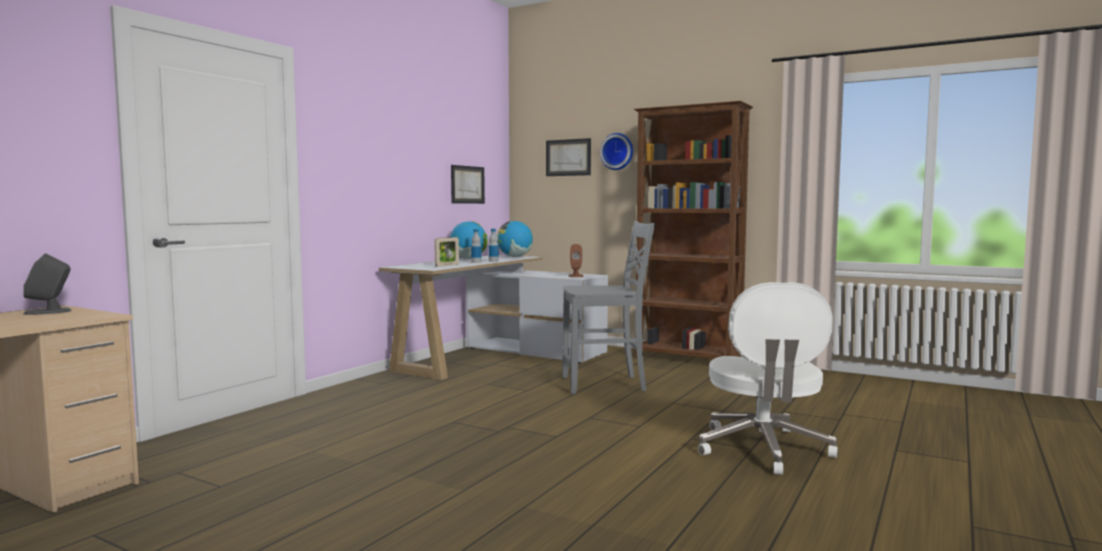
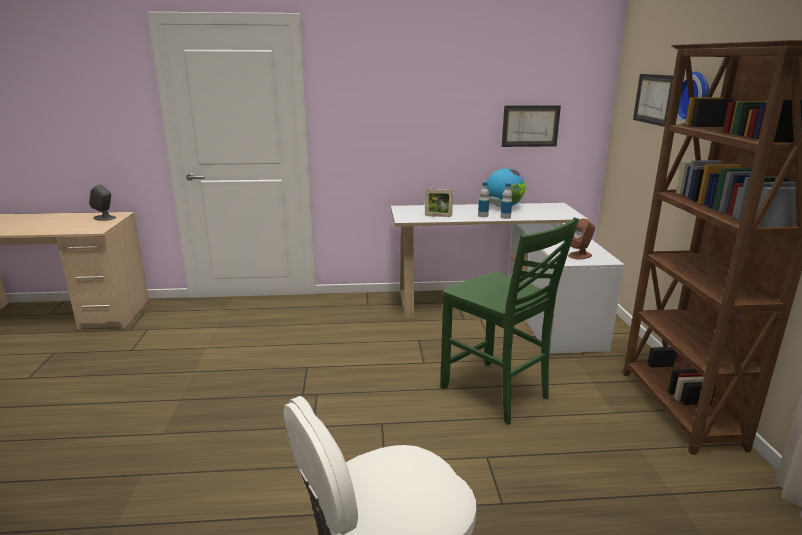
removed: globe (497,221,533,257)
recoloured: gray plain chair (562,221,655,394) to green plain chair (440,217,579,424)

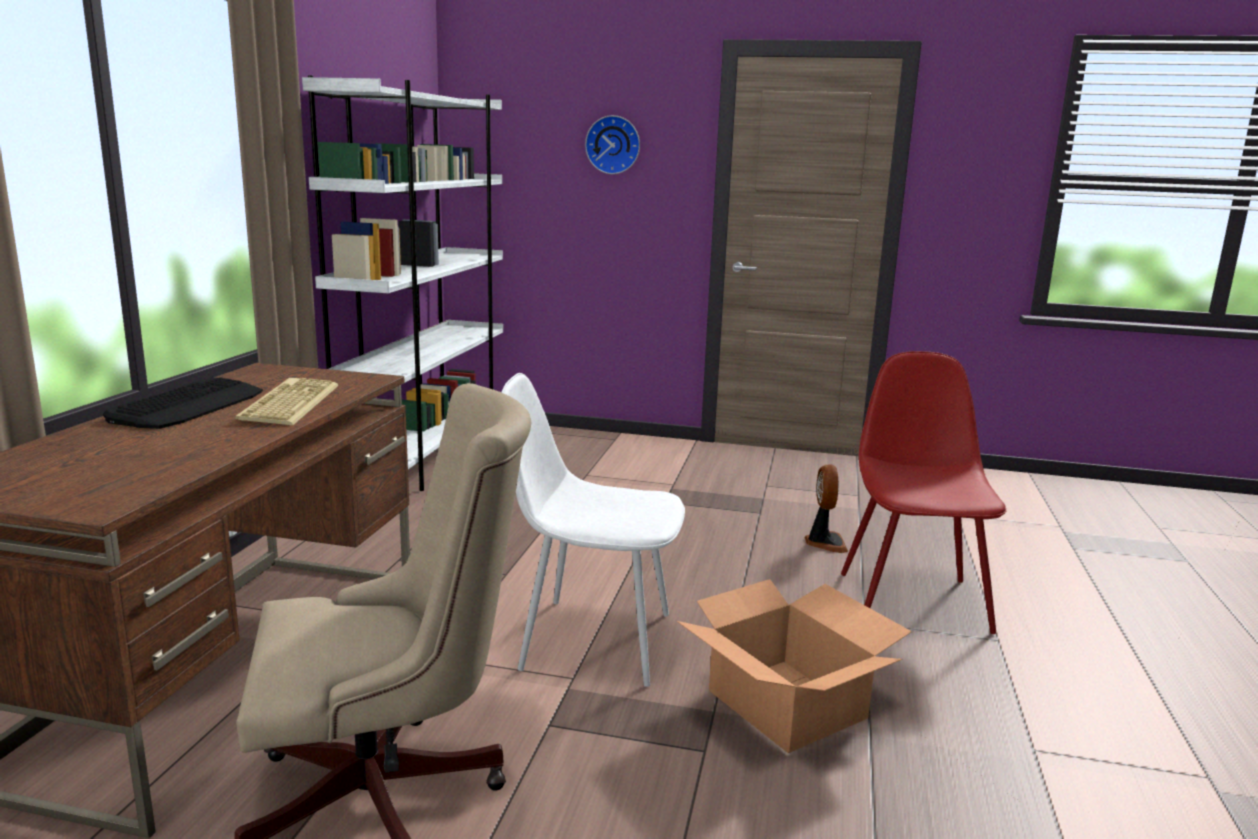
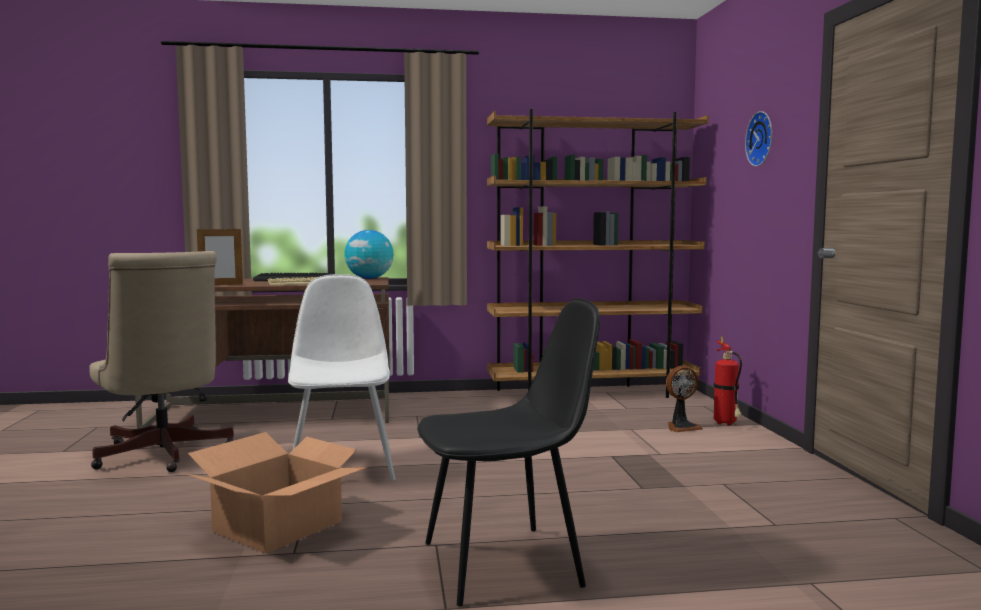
added: standing frame (197,227,243,285); globe (344,230,393,279); fire-fighting cylinder (714,336,742,425)
moved: fan (804,464,848,553) to (666,366,703,432)
recoloured: white-coloured shelving unit (302,76,503,491) to brownish shelving unit (487,109,709,398); red plain chair (841,351,1006,634) to black-coloured plain chair (417,298,600,606)

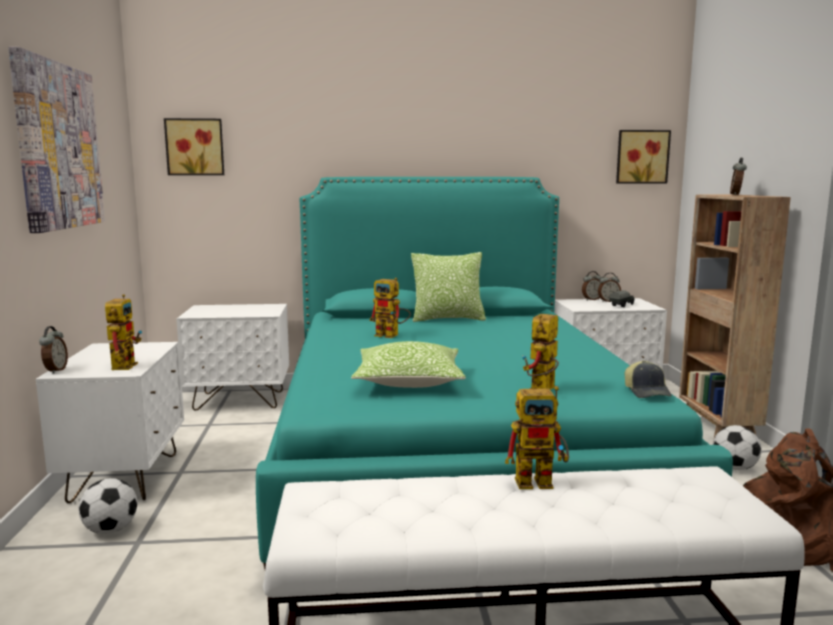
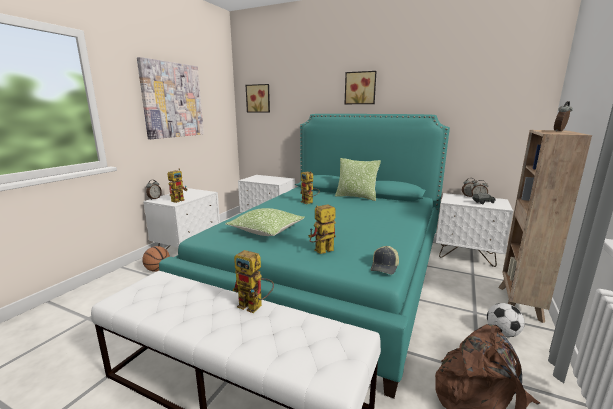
moved: picture (616,130,671,183) to (345,71,376,104)
replaced: ball for football (78,478,137,534) to basketball ball (142,246,170,272)

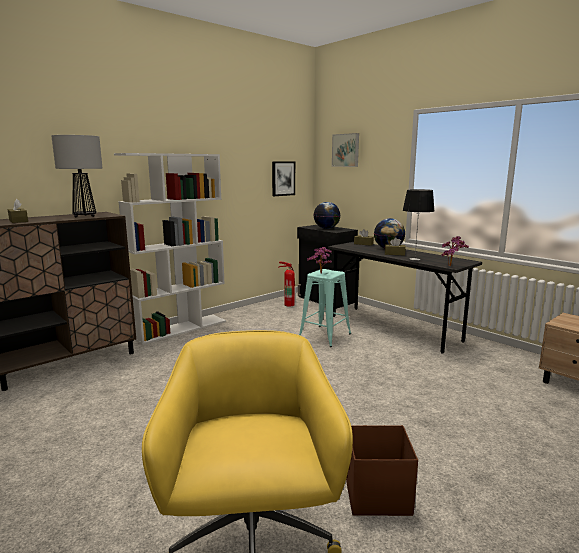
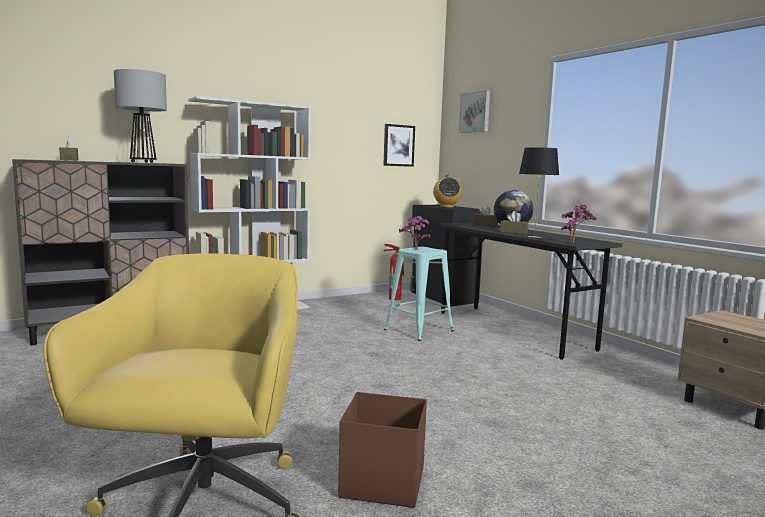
replaced: globe (314,202,340,229) to radio (433,174,462,208)

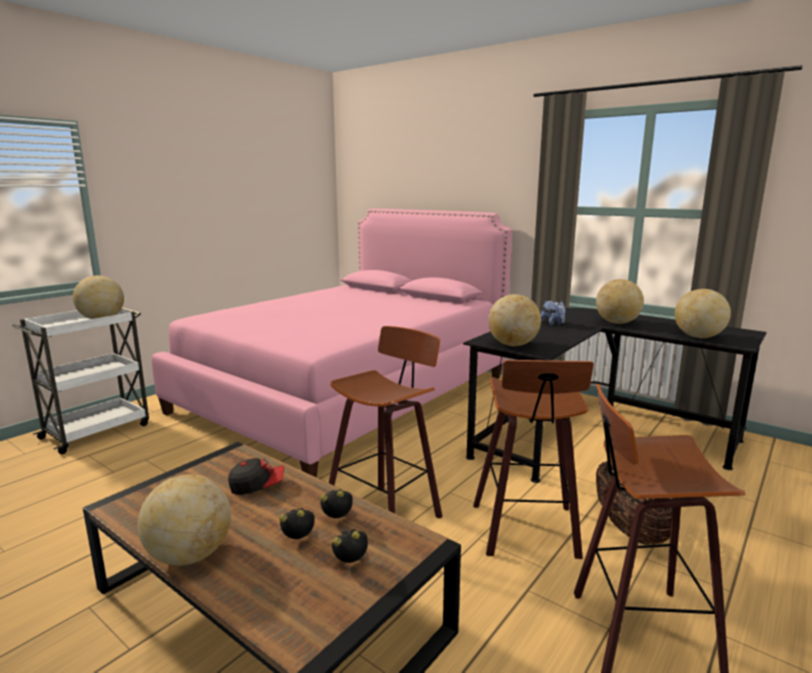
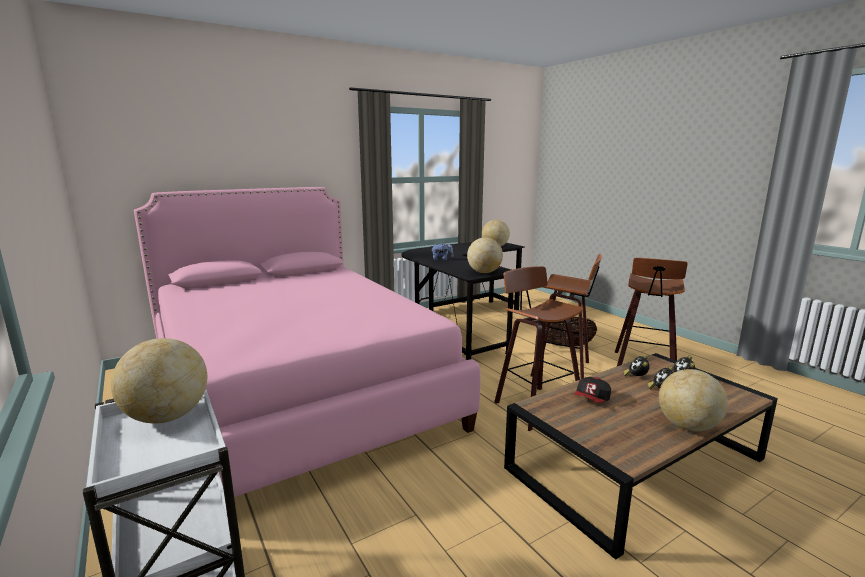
removed: globe (596,279,644,324)
turned: cap (228,458,284,495) = (574,377,611,403) 150 degrees counterclockwise

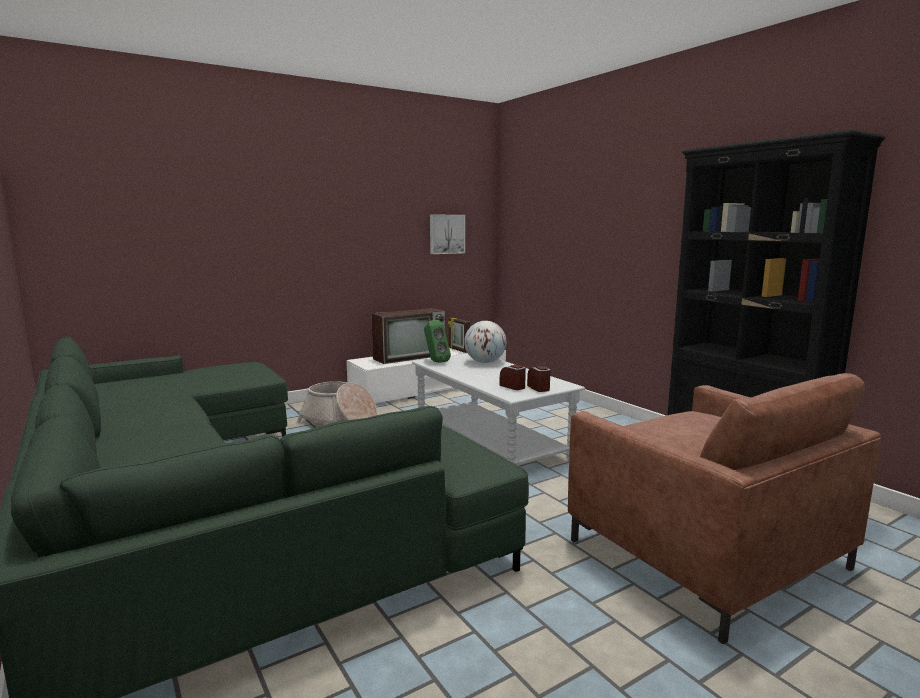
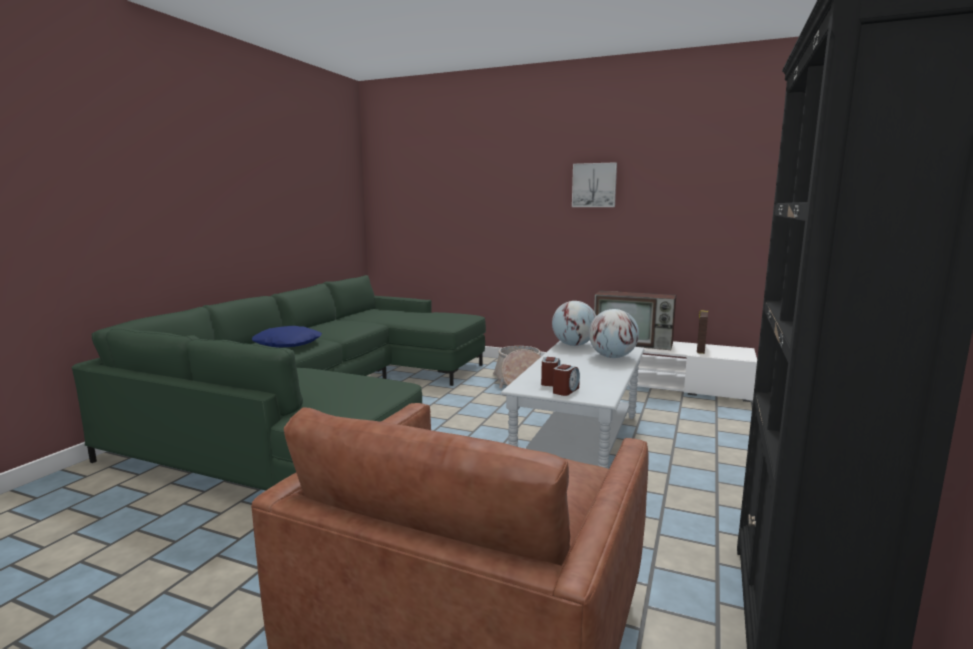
added: blue-coloured cushion (252,326,322,348)
moved: picture (430,215,465,254) to (572,162,617,207)
replaced: green speaker (424,320,451,363) to globe (552,301,596,346)

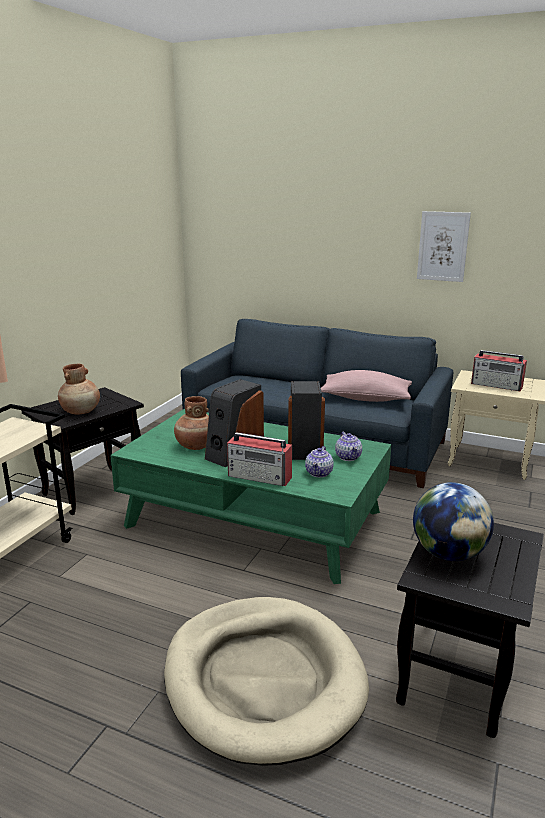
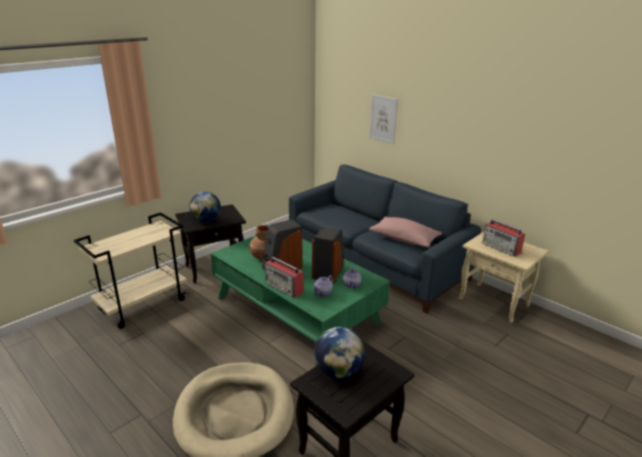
moved: picture (417,211,471,282) to (369,94,398,144)
replaced: brownish flower vase (58,364,100,414) to globe (189,192,221,223)

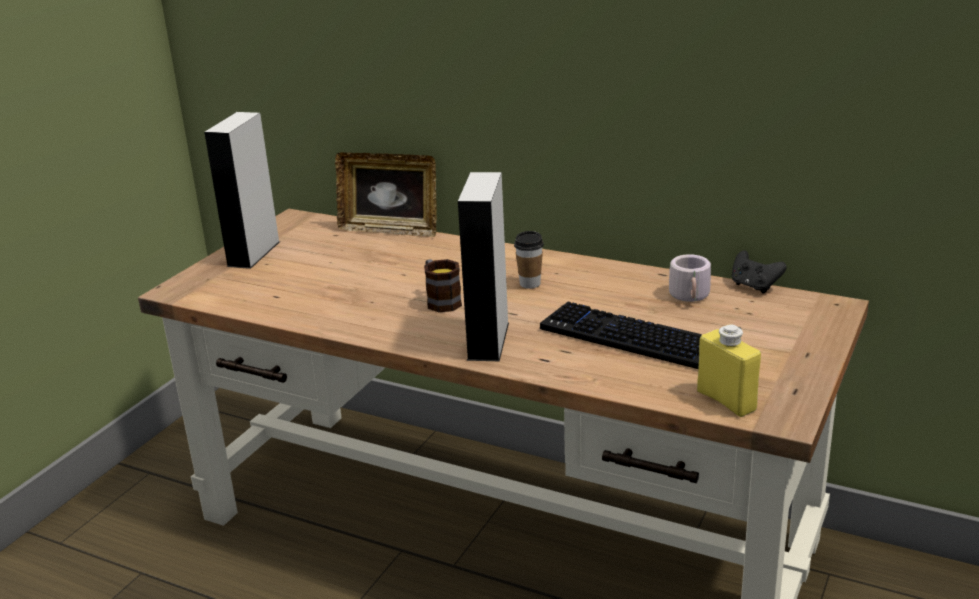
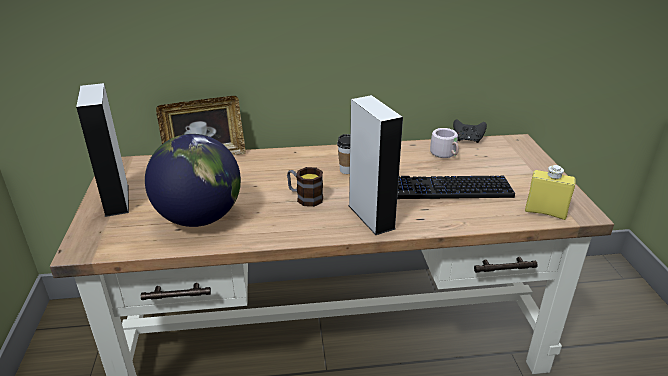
added: globe (145,134,241,227)

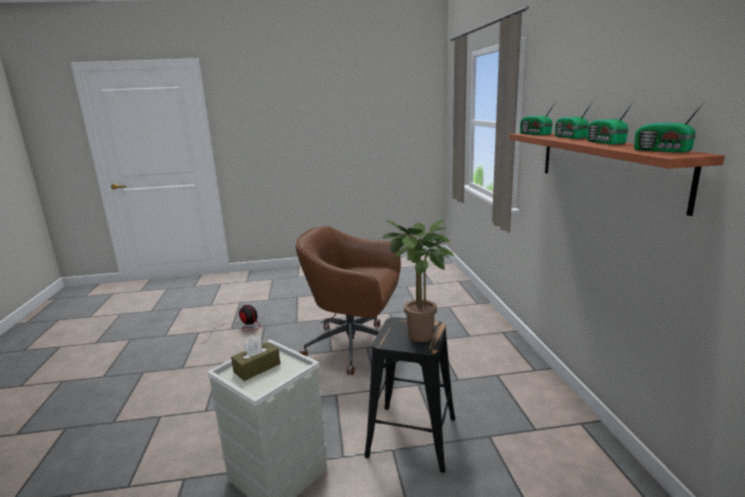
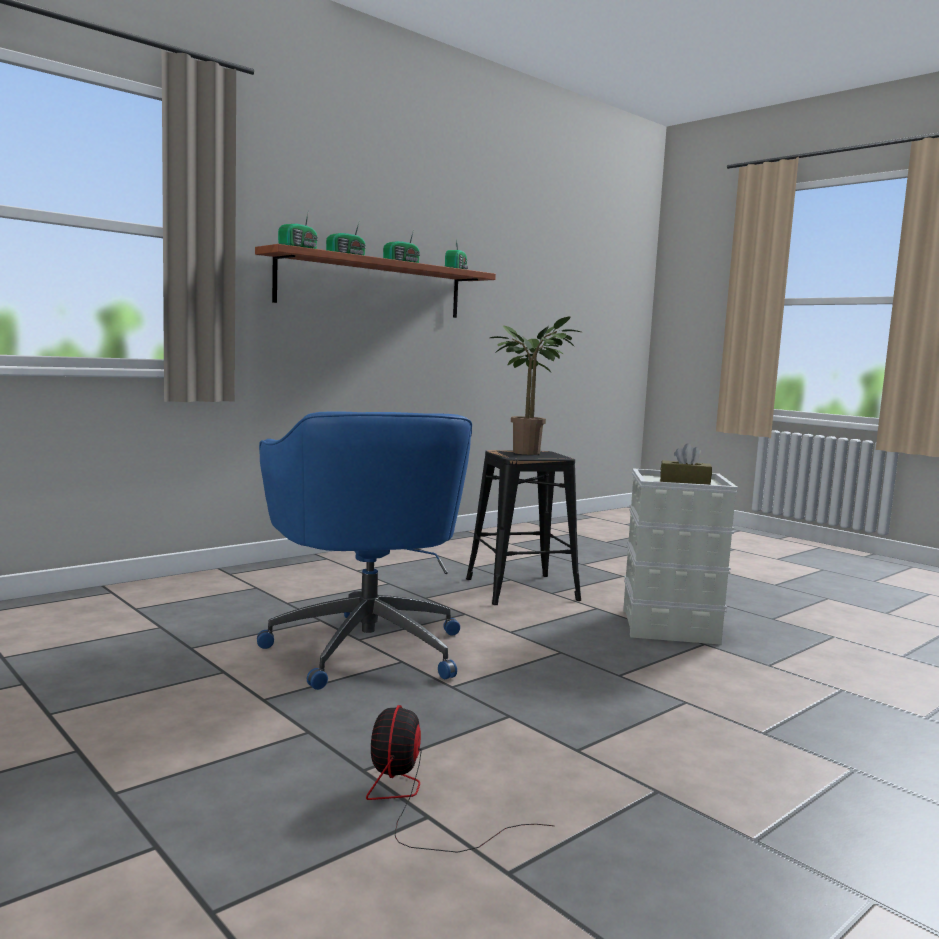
recoloured: brownish computer chair (296,226,401,375) to blue-coloured computer chair (257,412,472,690)

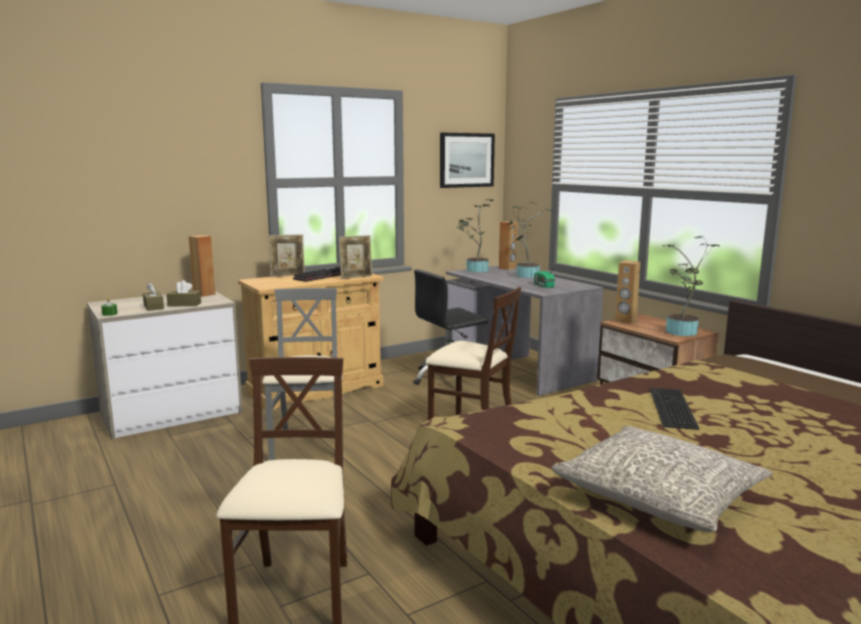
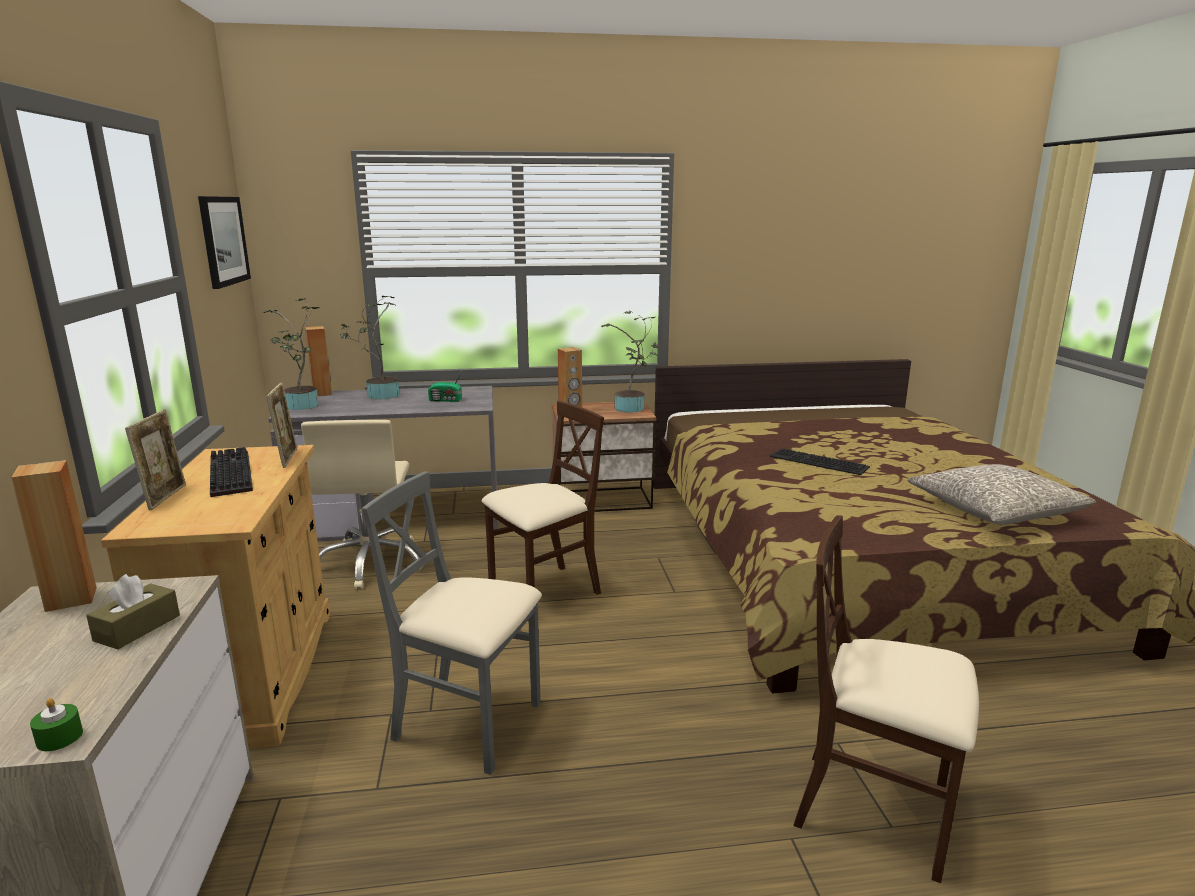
removed: brownish tissue box (143,283,164,311)
recoloured: black-coloured computer chair (413,269,488,391) to beige-coloured computer chair (301,420,422,589)

